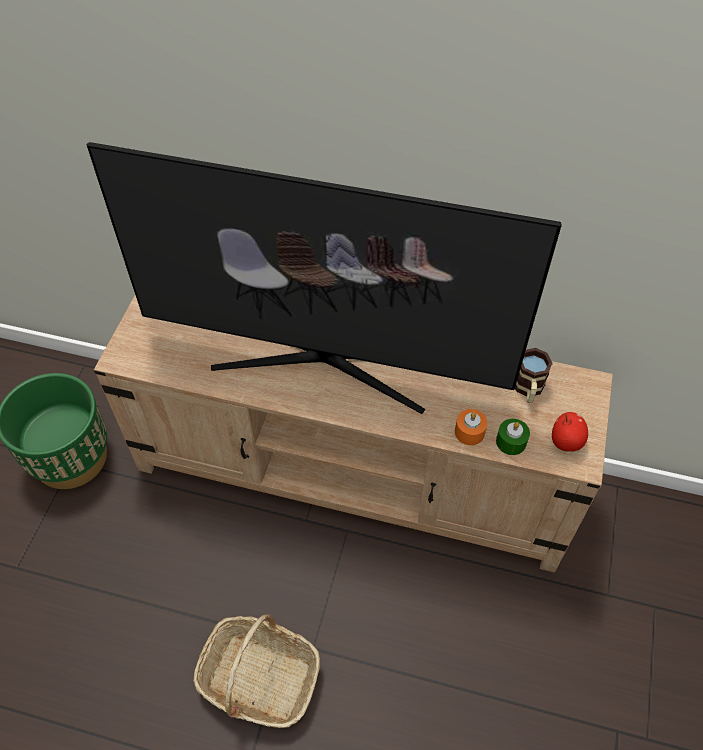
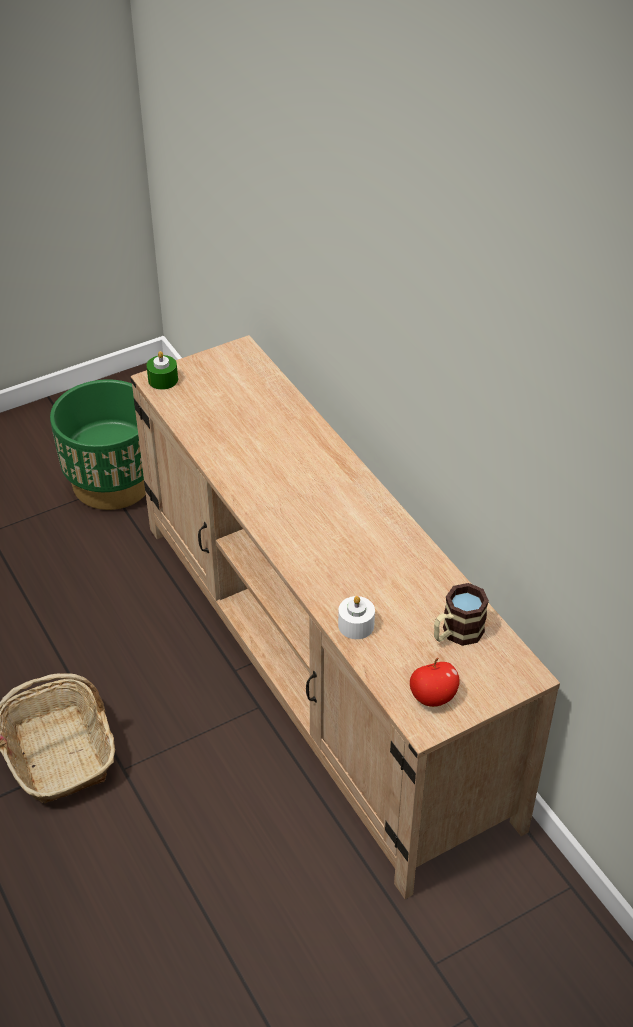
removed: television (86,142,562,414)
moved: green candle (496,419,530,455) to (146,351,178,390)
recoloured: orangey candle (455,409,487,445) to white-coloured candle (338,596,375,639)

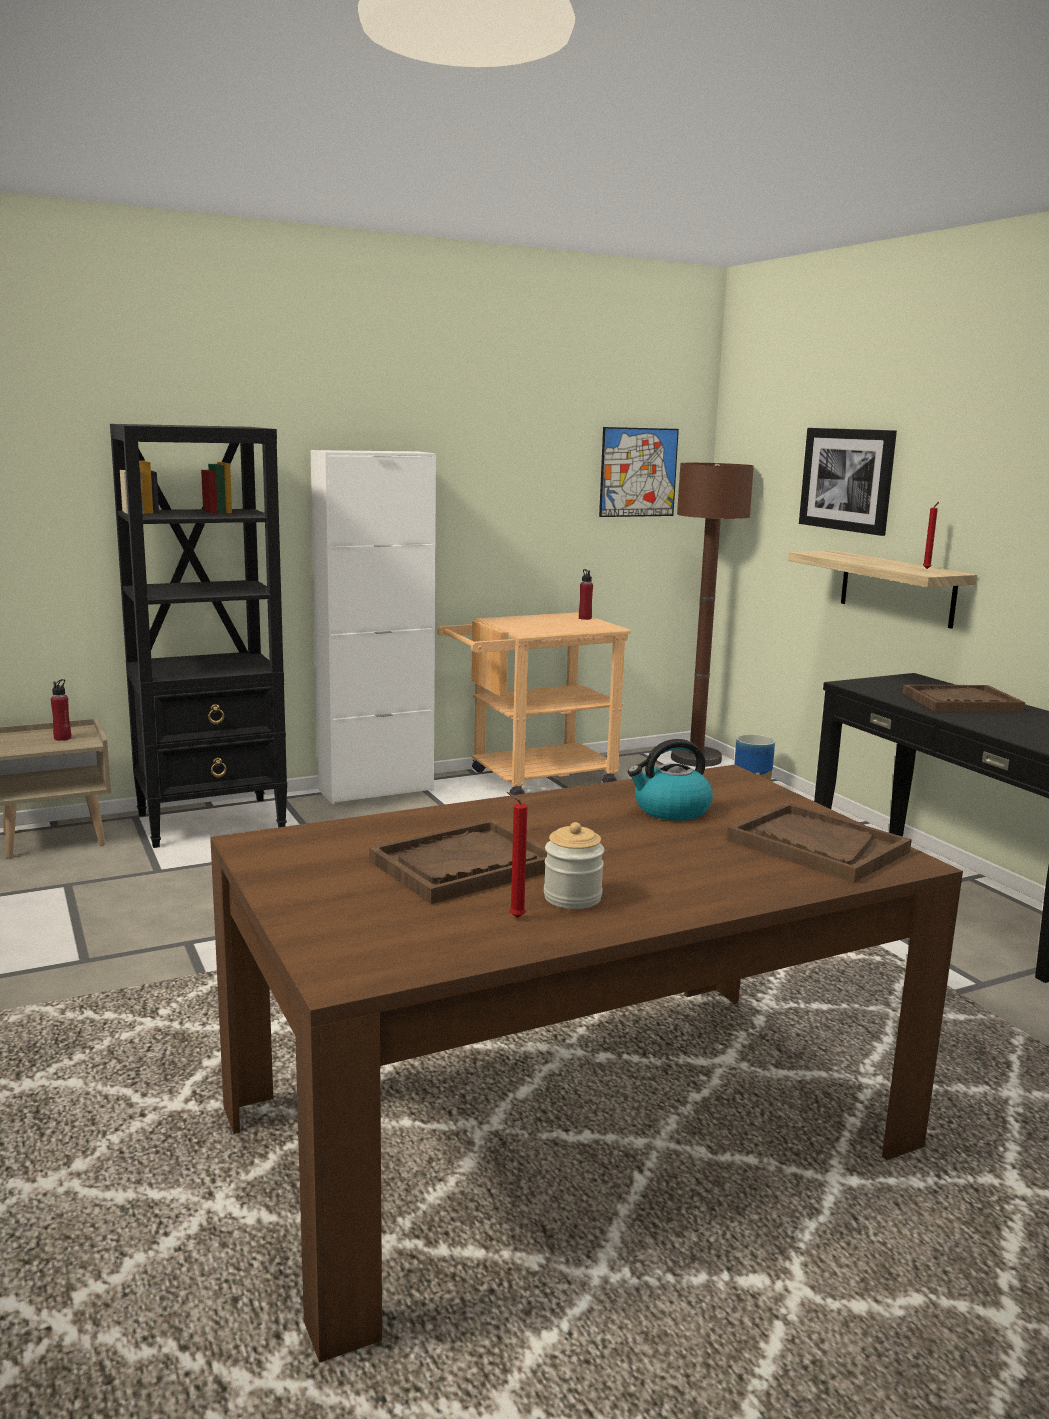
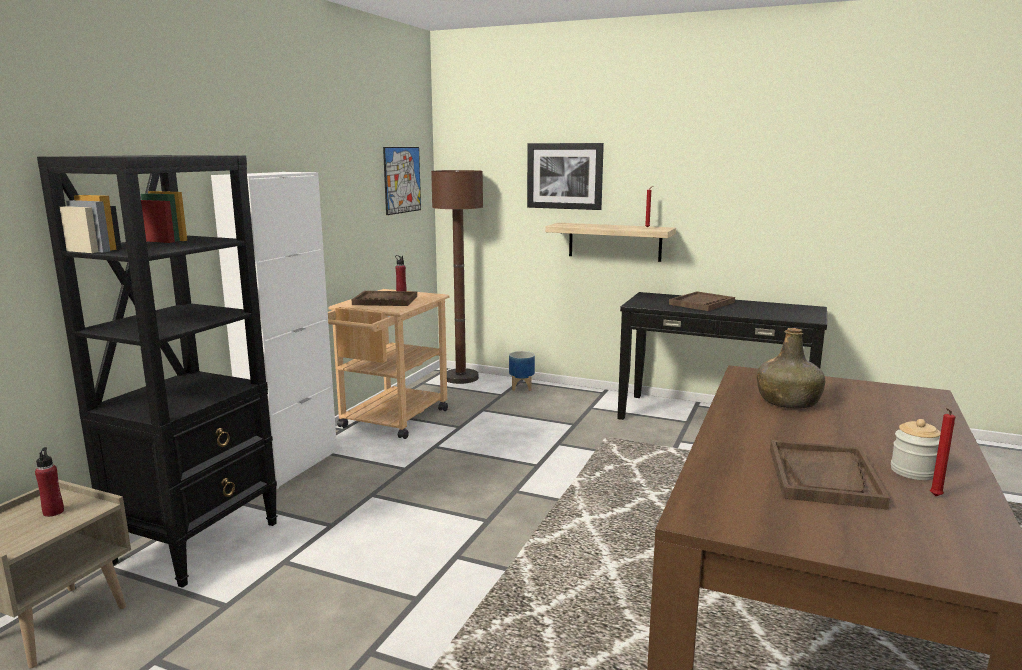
moved: brownish serving tray (727,803,912,883) to (352,291,417,306)
replaced: water kettle (628,739,713,821) to green beverage bottle (756,328,825,408)

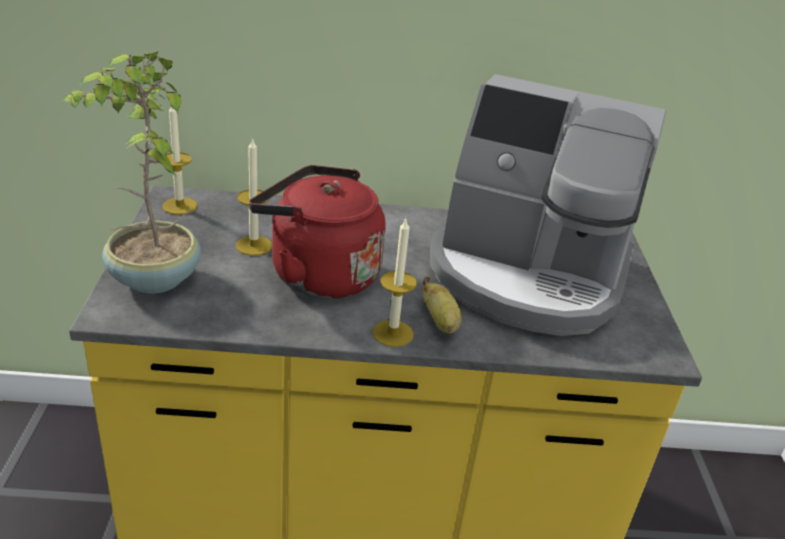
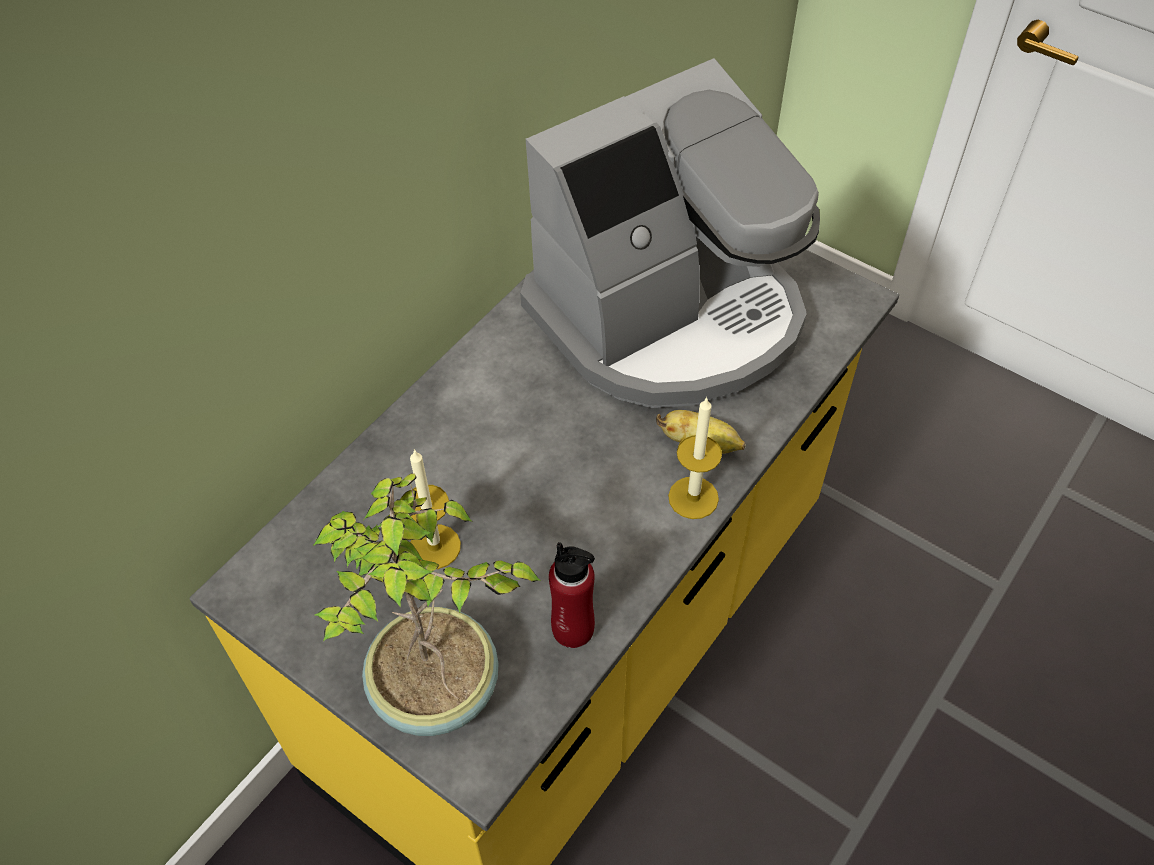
removed: candle (162,107,197,215); red water kettle (249,165,385,299)
added: red beverage bottle (549,542,595,648)

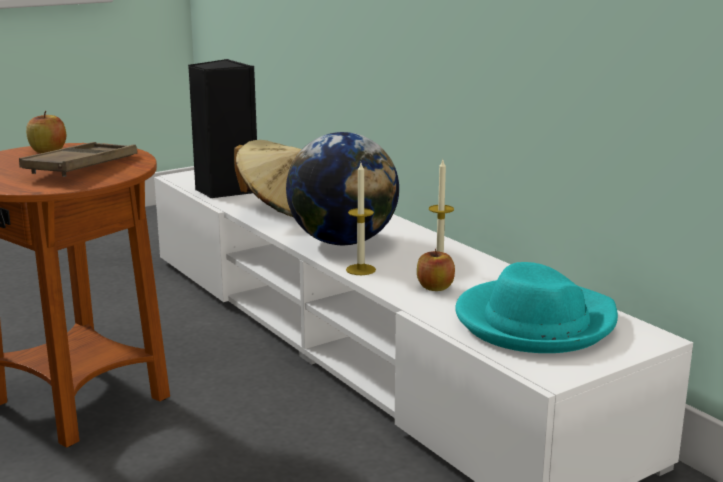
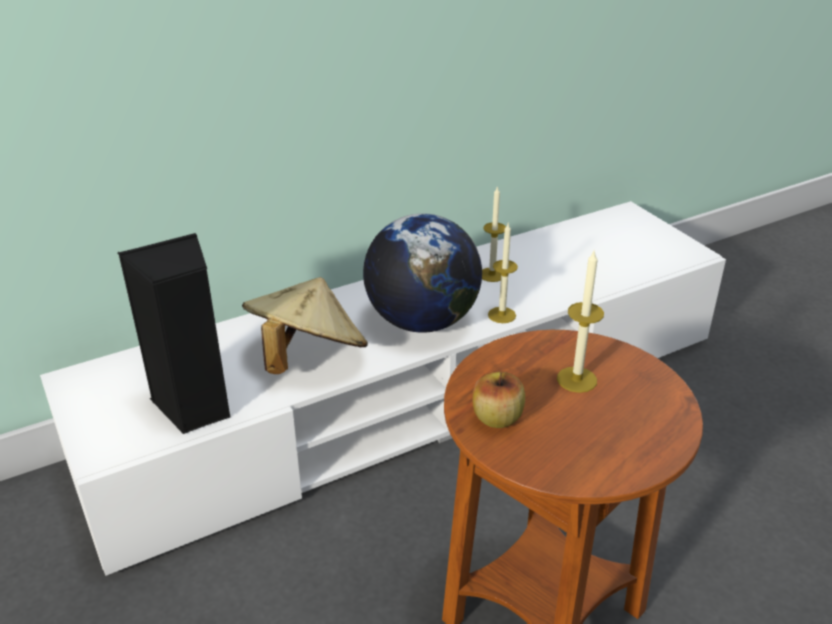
removed: apple fruit (417,249,455,291); turquoise wearable hat (455,262,618,353)
replaced: brownish serving tray (19,142,137,177) to candle (557,251,604,393)

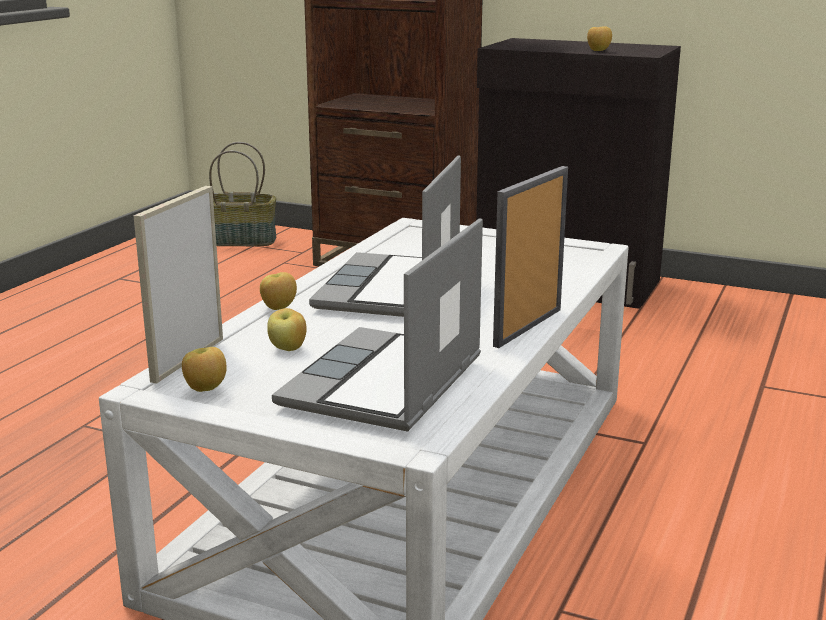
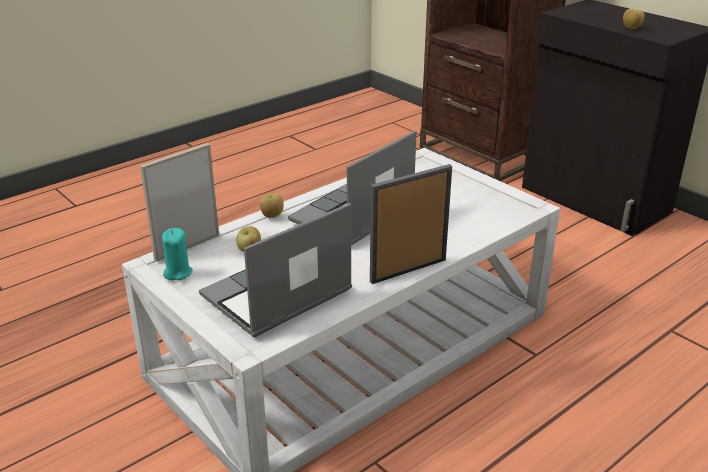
removed: basket (209,142,276,246)
replaced: apple fruit (182,347,227,392) to turquoise candle (162,228,193,280)

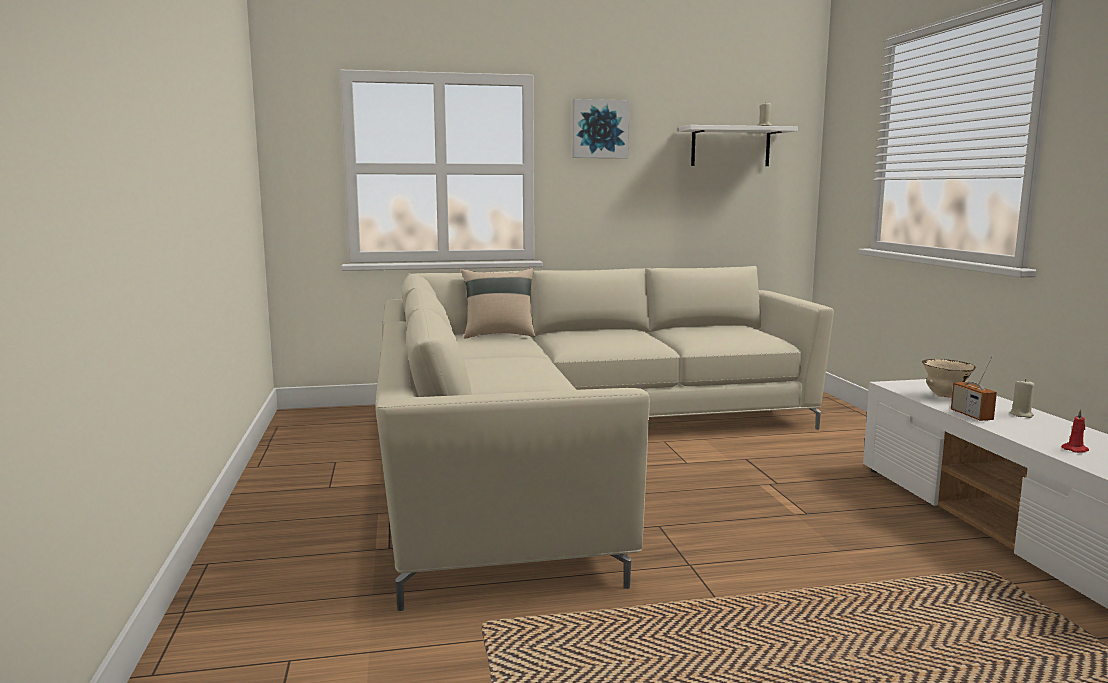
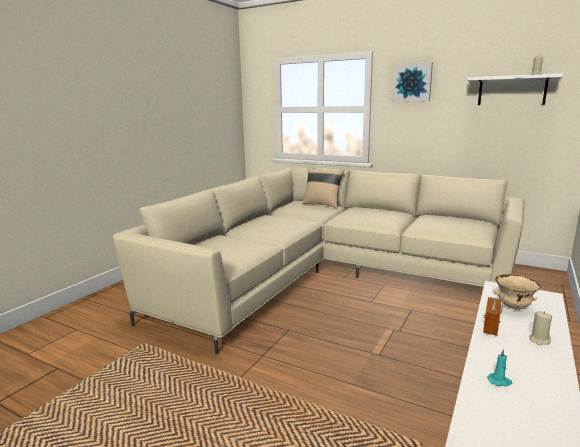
recoloured: red candle (1061,409,1089,453) to turquoise candle (487,349,512,387)

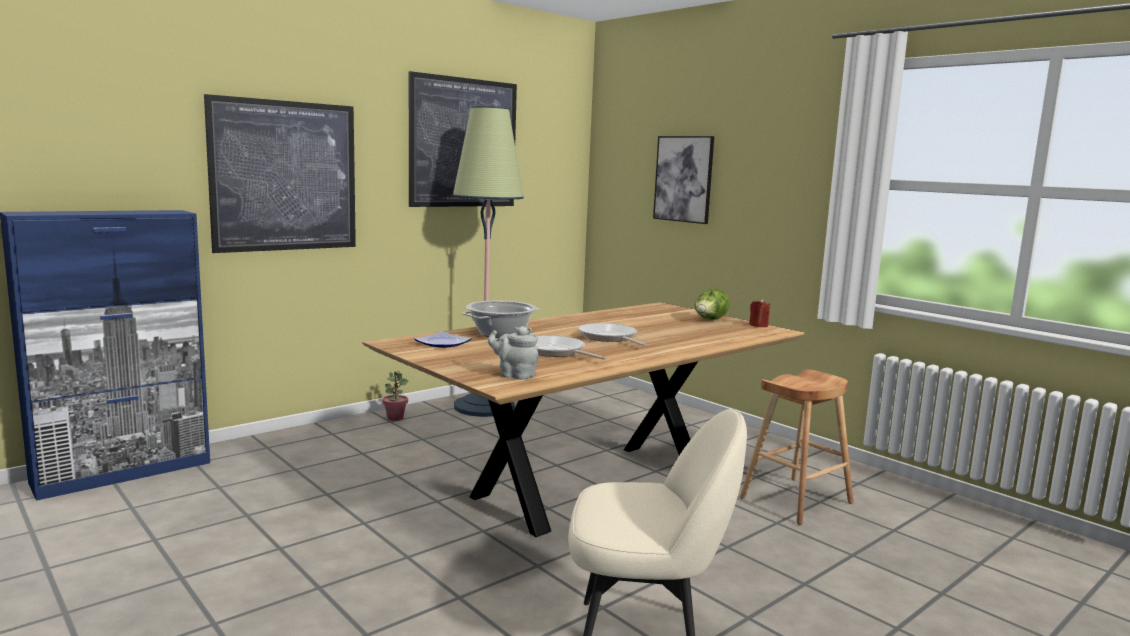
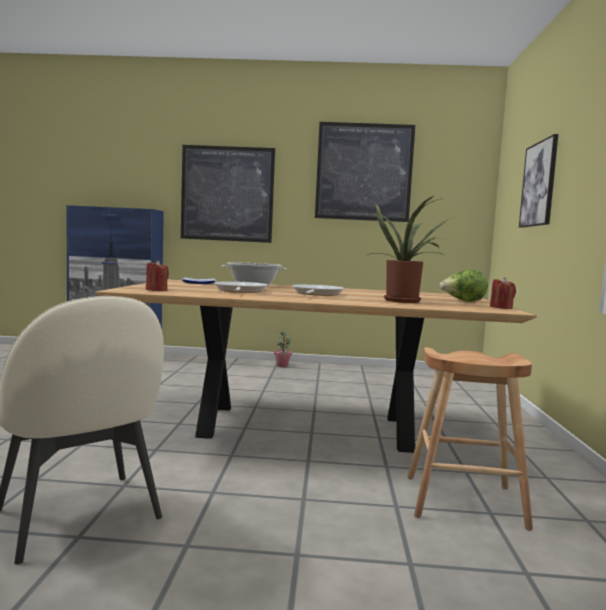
removed: standard lamp (453,106,524,417)
added: plant in a pot (367,196,457,303)
replaced: gray teapot (488,326,539,380) to red candle (146,260,169,291)

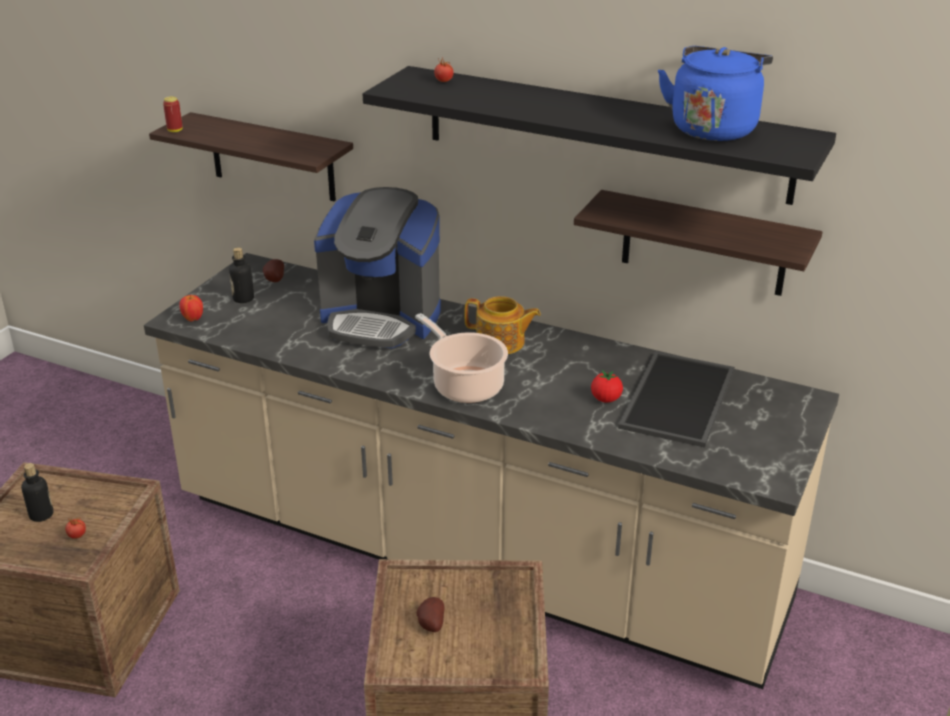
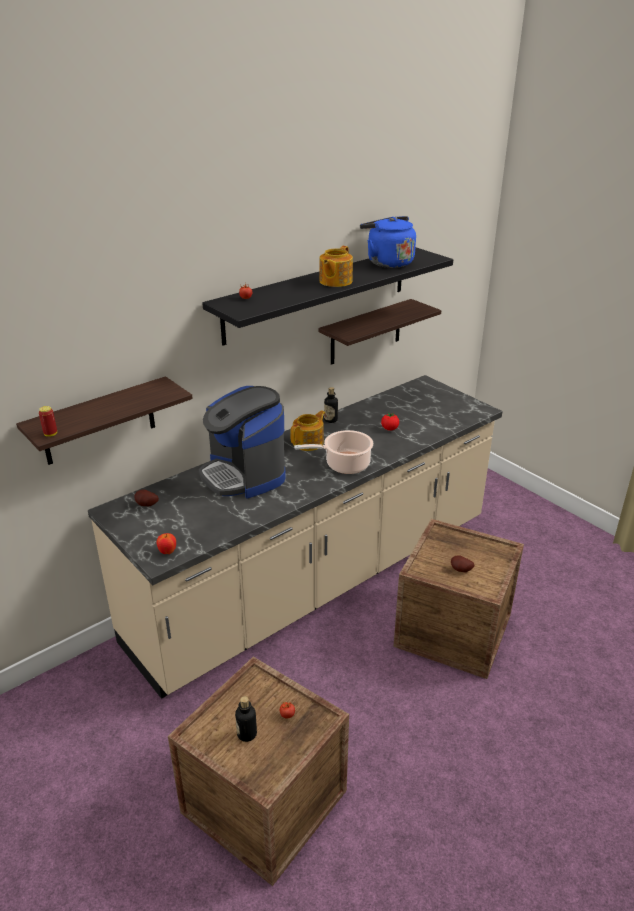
removed: serving tray (618,351,735,448)
added: teapot (319,246,353,287)
moved: beverage bottle (229,247,254,303) to (324,387,338,423)
turned: coffee machine (314,187,441,349) = (199,386,286,499) 105 degrees clockwise

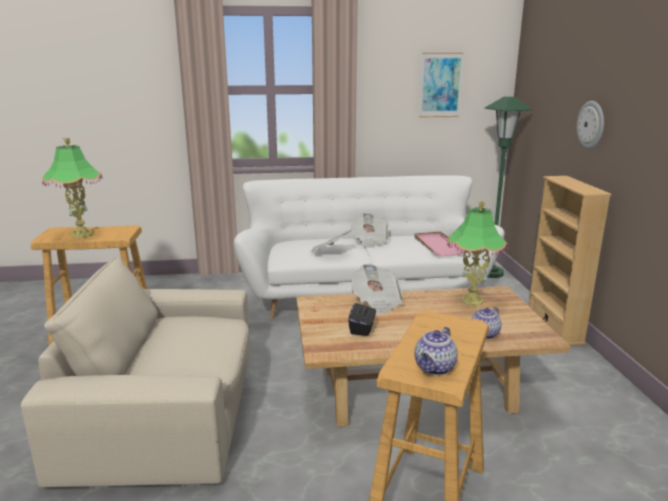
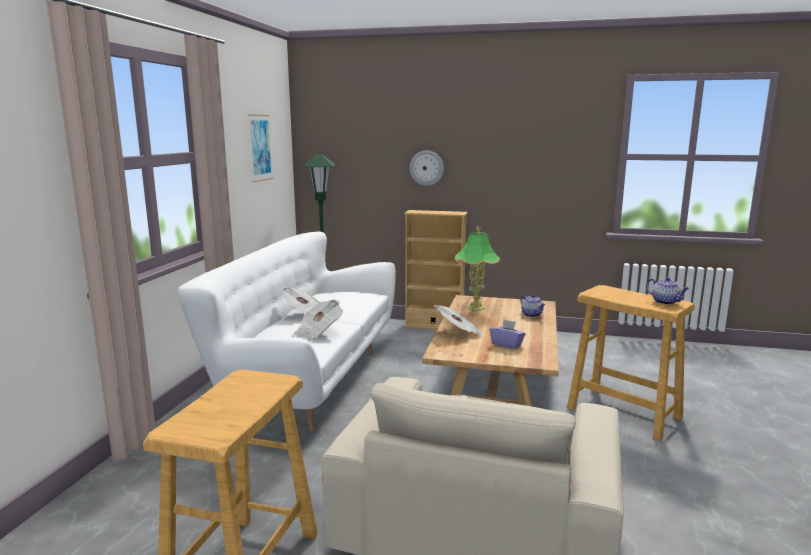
removed: tabletop lamp (42,138,102,238); pink-coloured serving tray (414,232,465,256)
recoloured: black-coloured tissue box (348,302,376,336) to purplish tissue box (490,319,526,349)

